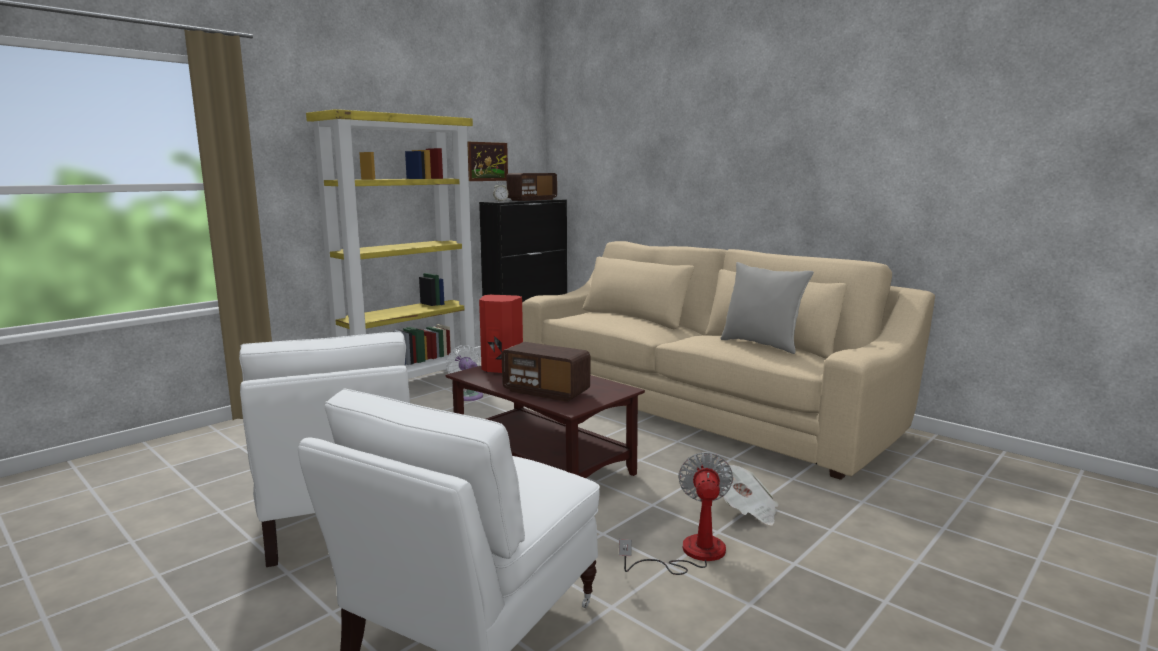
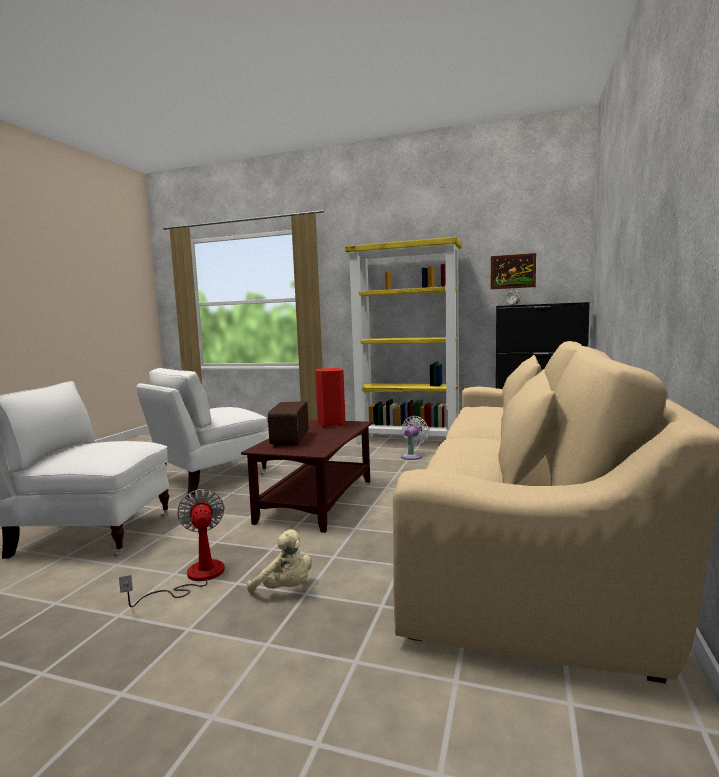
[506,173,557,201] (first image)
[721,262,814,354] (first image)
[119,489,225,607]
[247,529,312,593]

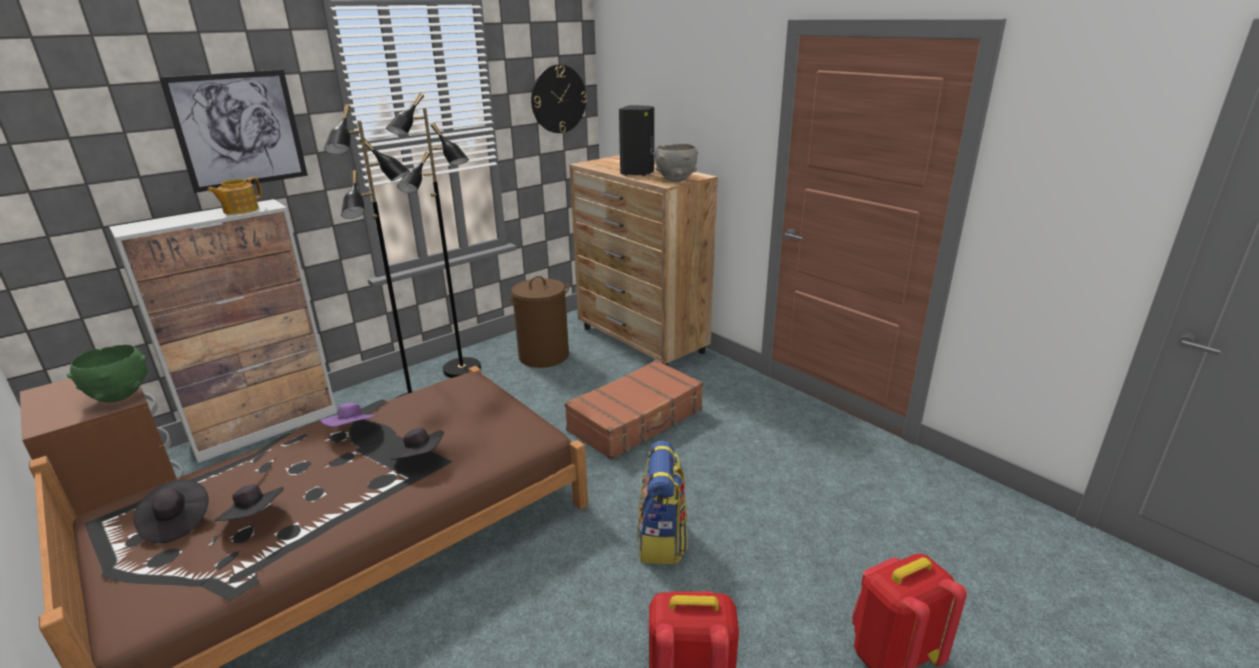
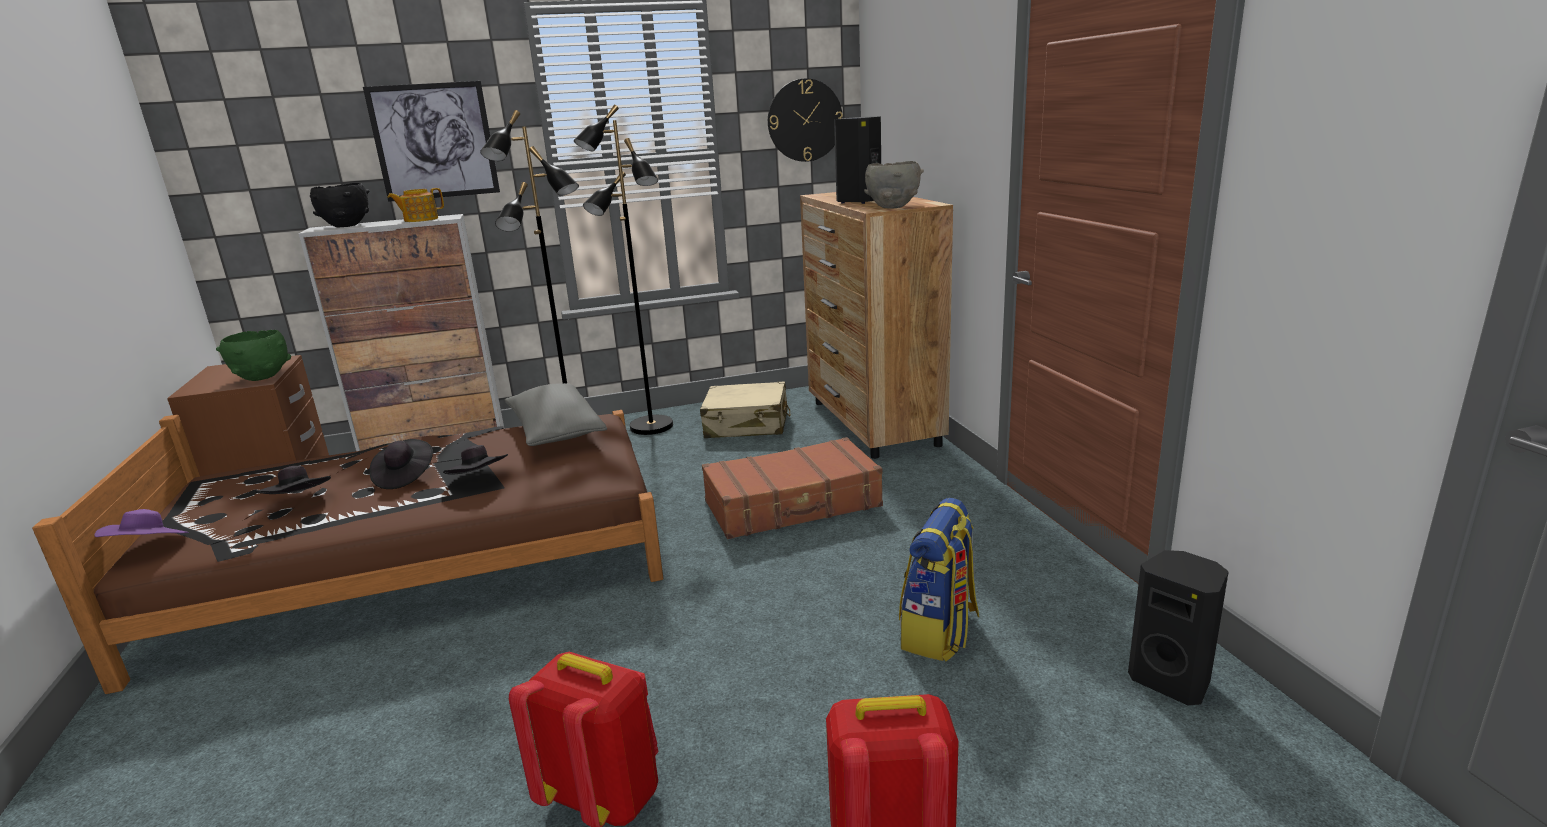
[700,382,791,438]
[94,509,189,537]
[899,498,979,661]
[369,439,433,489]
[310,183,370,227]
[505,383,607,446]
[1128,550,1229,705]

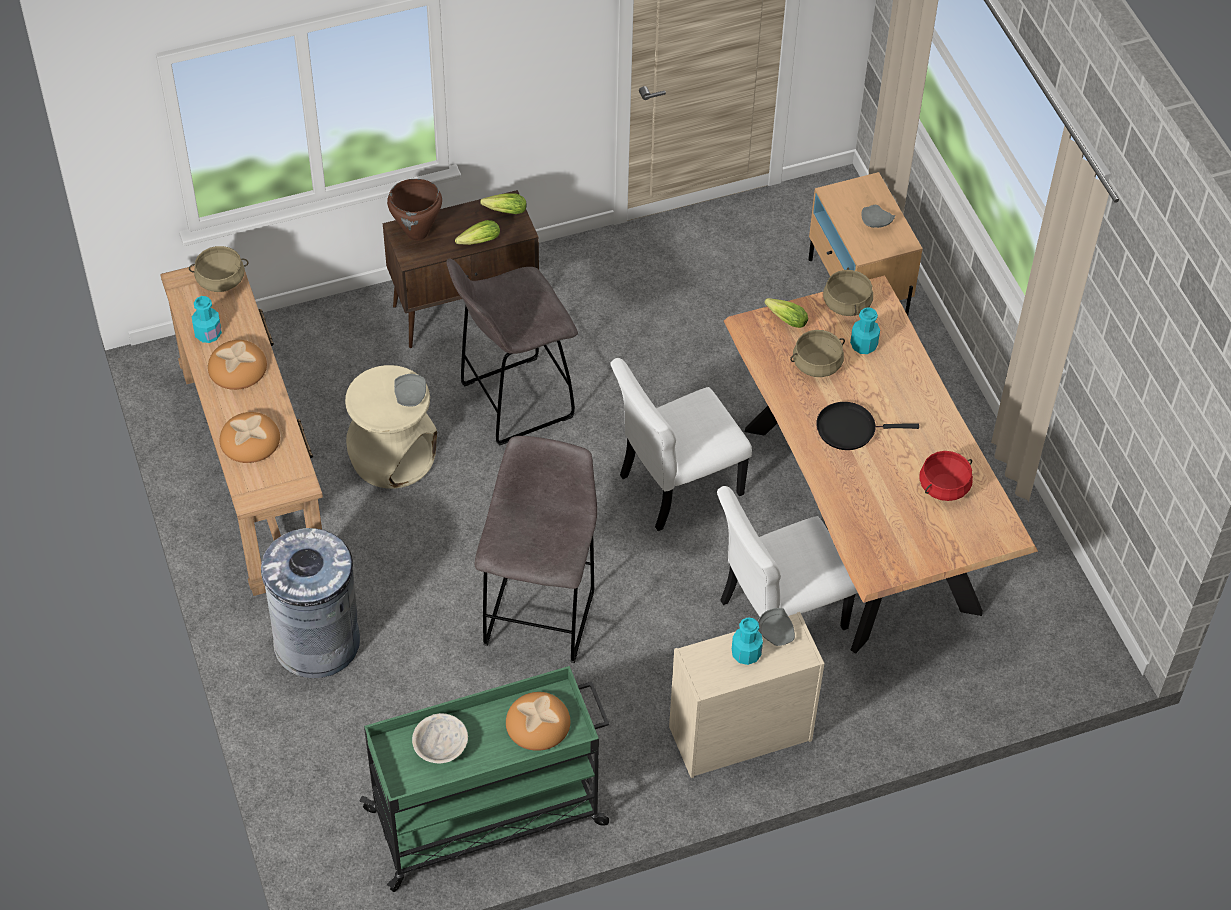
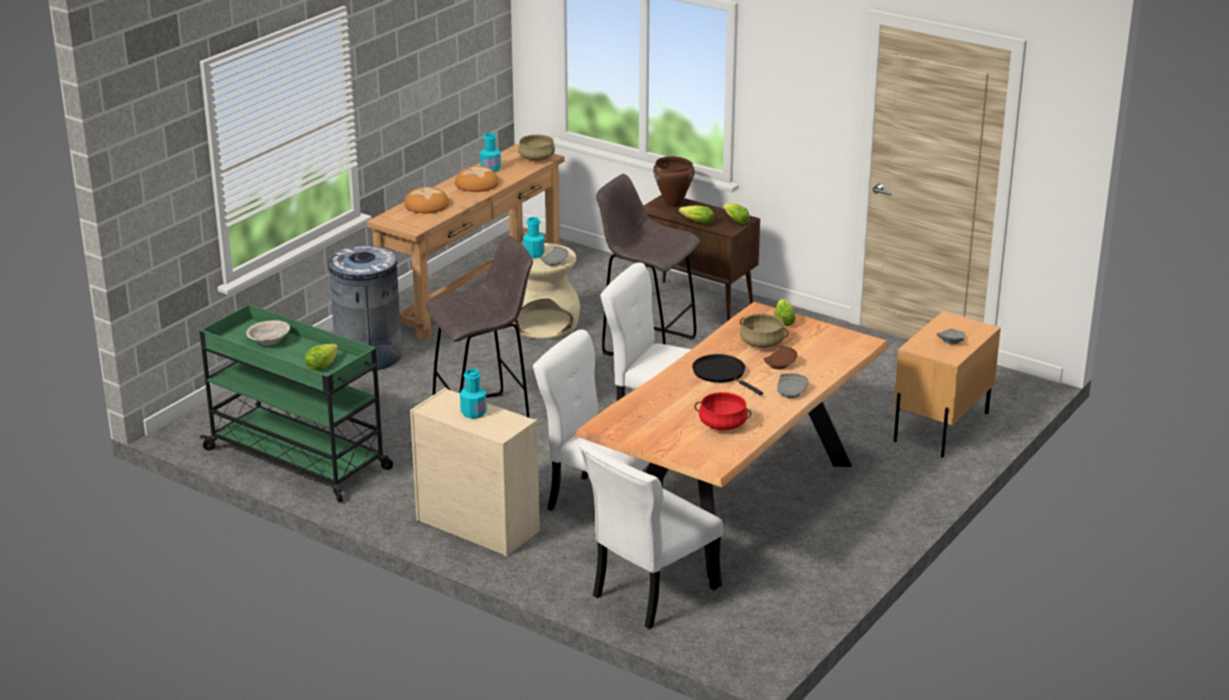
[823,268,873,316] (first image)
[523,217,544,258]
[777,373,808,398]
[305,344,338,371]
[763,346,798,369]
[579,441,723,629]

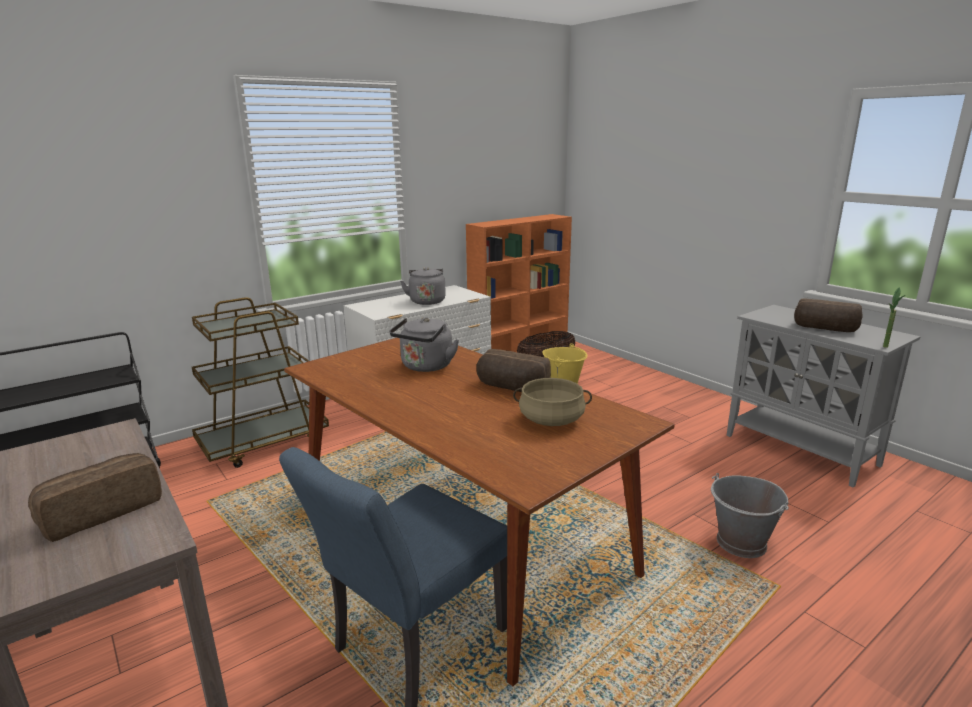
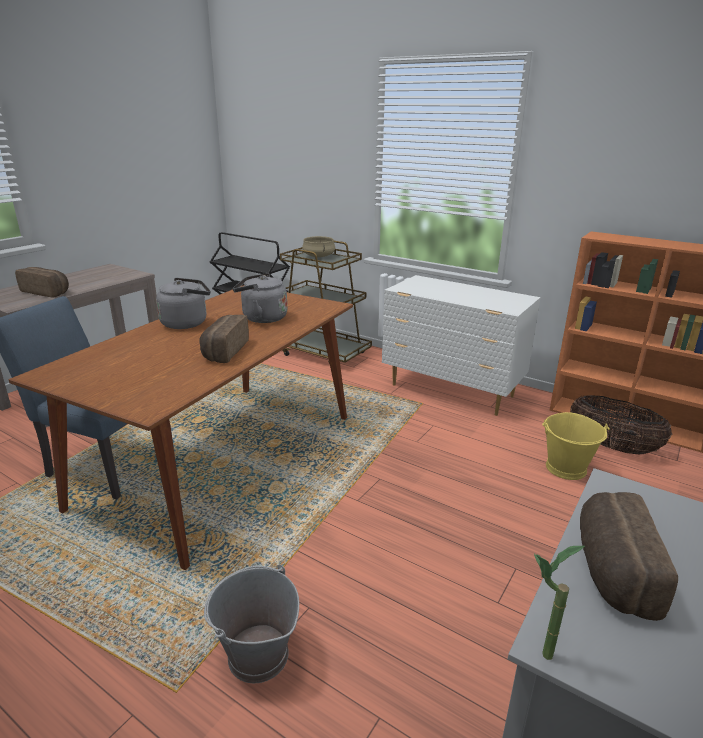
[156,278,211,329]
[302,236,335,257]

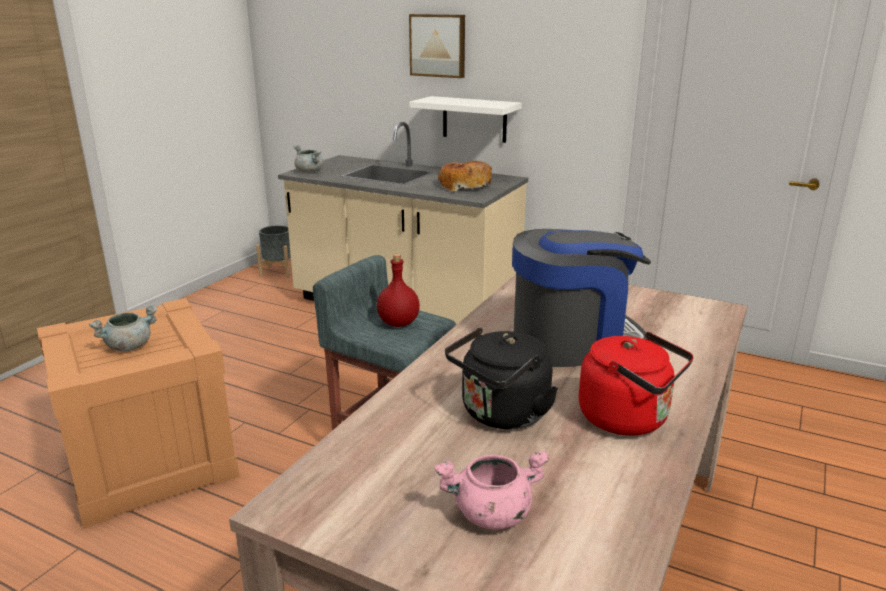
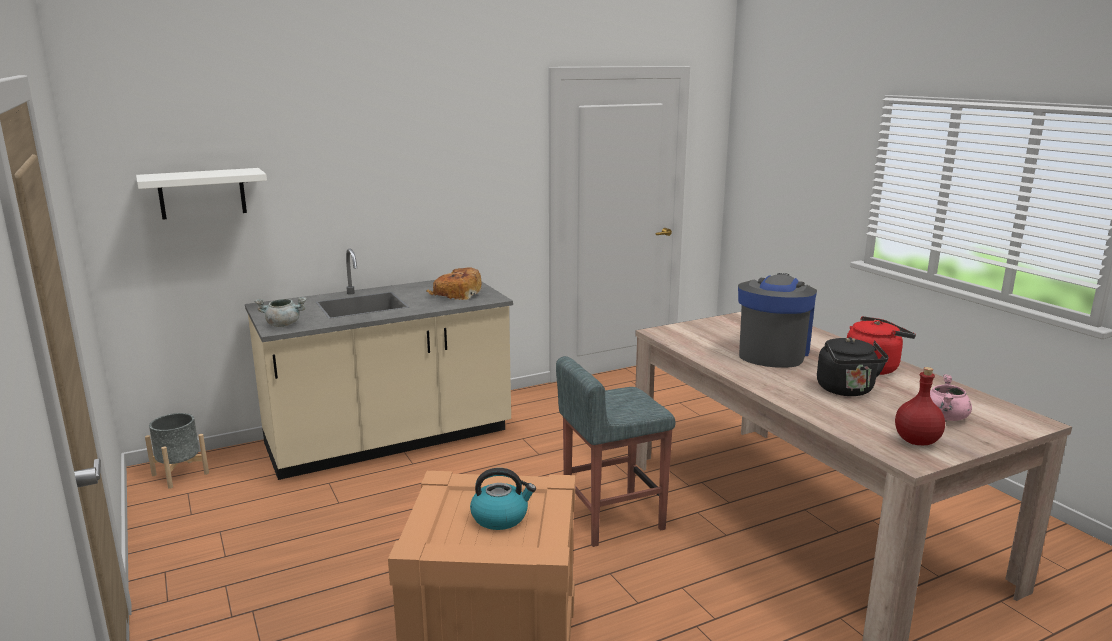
[409,14,465,78] (first image)
[136,168,267,220]
[895,367,945,445]
[470,468,536,530]

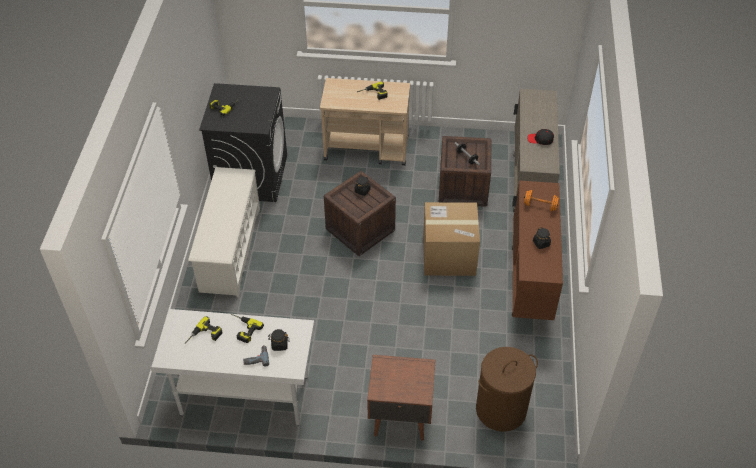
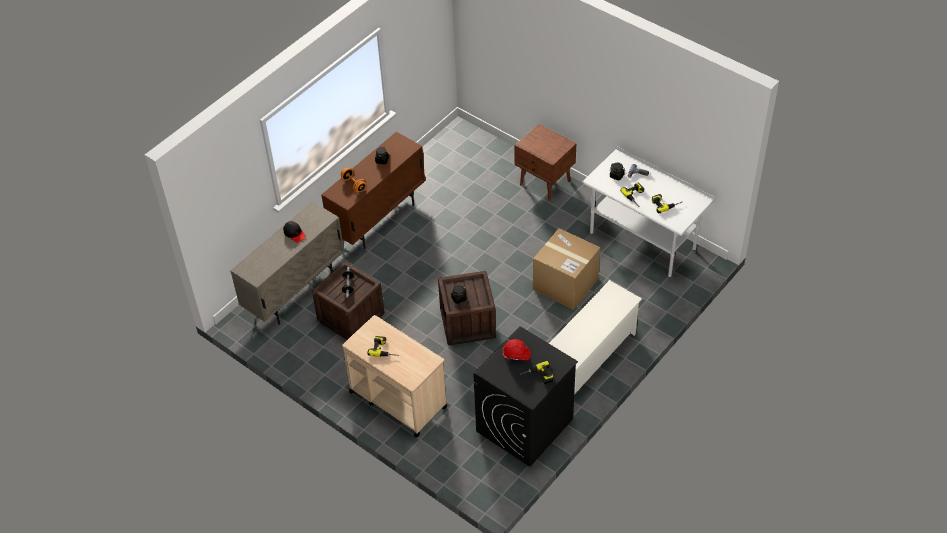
[533,228,600,310]
[476,347,538,432] (first image)
[502,339,531,360]

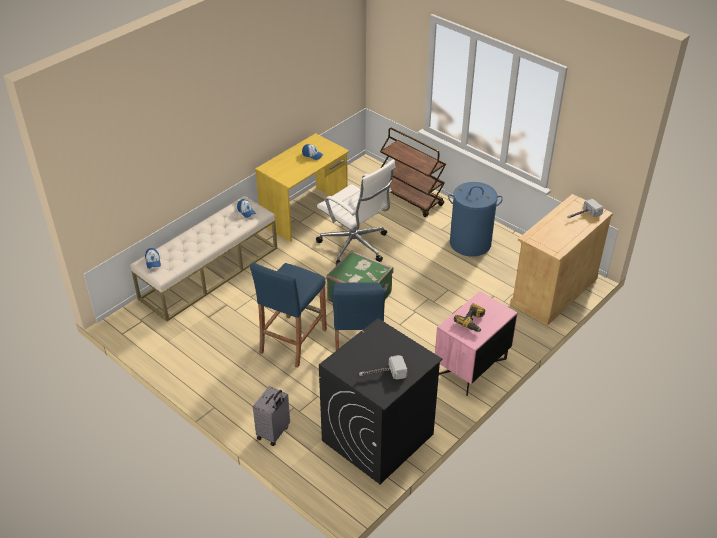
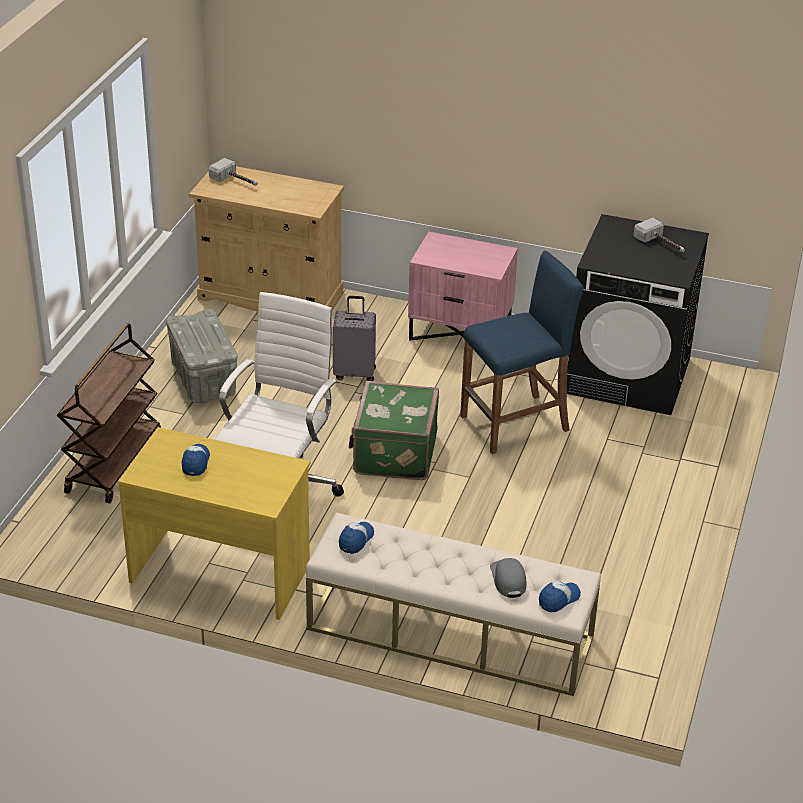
[166,309,238,403]
[250,263,327,368] (first image)
[454,303,485,332] (first image)
[333,296,376,381]
[490,558,526,598]

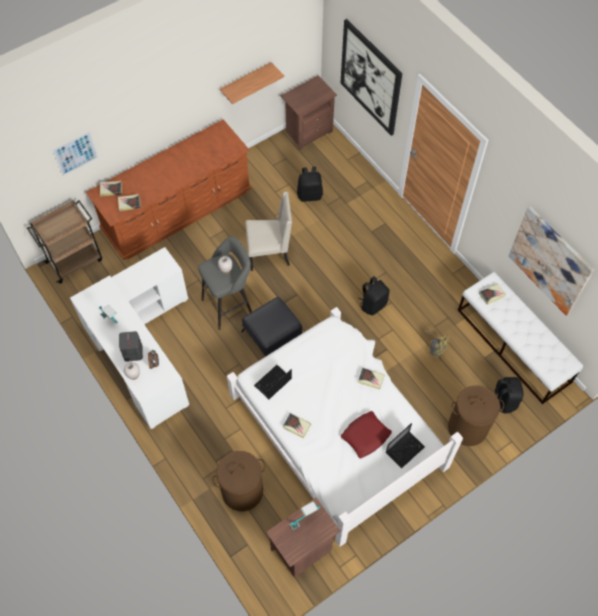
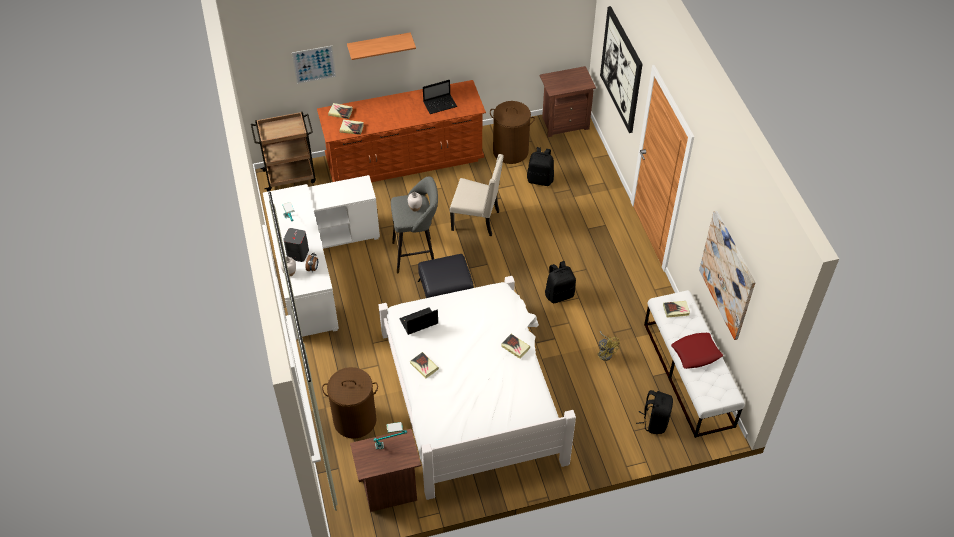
[347,32,416,60]
[490,101,535,164]
[671,333,723,369]
[423,80,457,114]

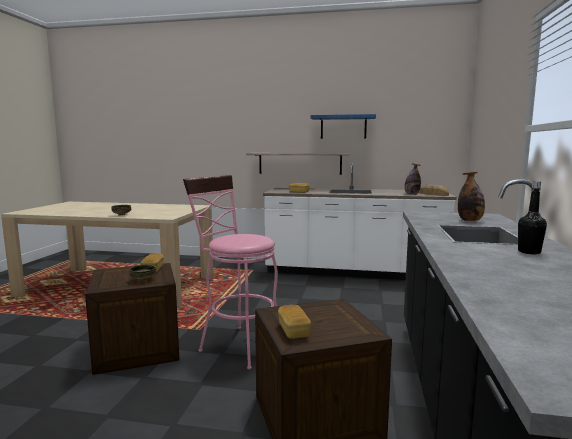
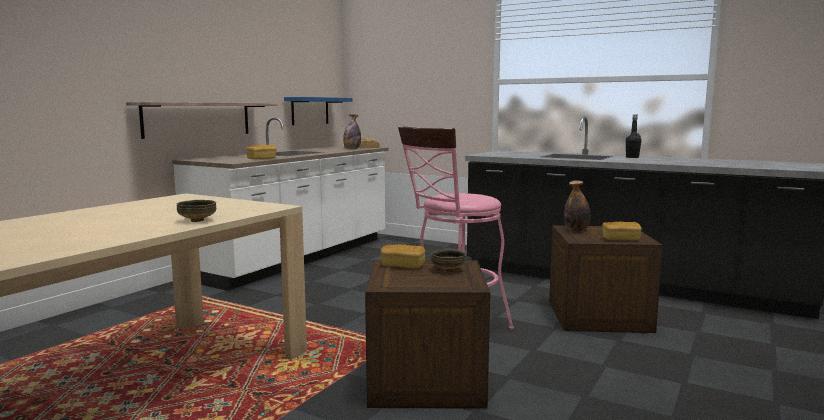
[284,97,353,125]
[564,180,590,232]

